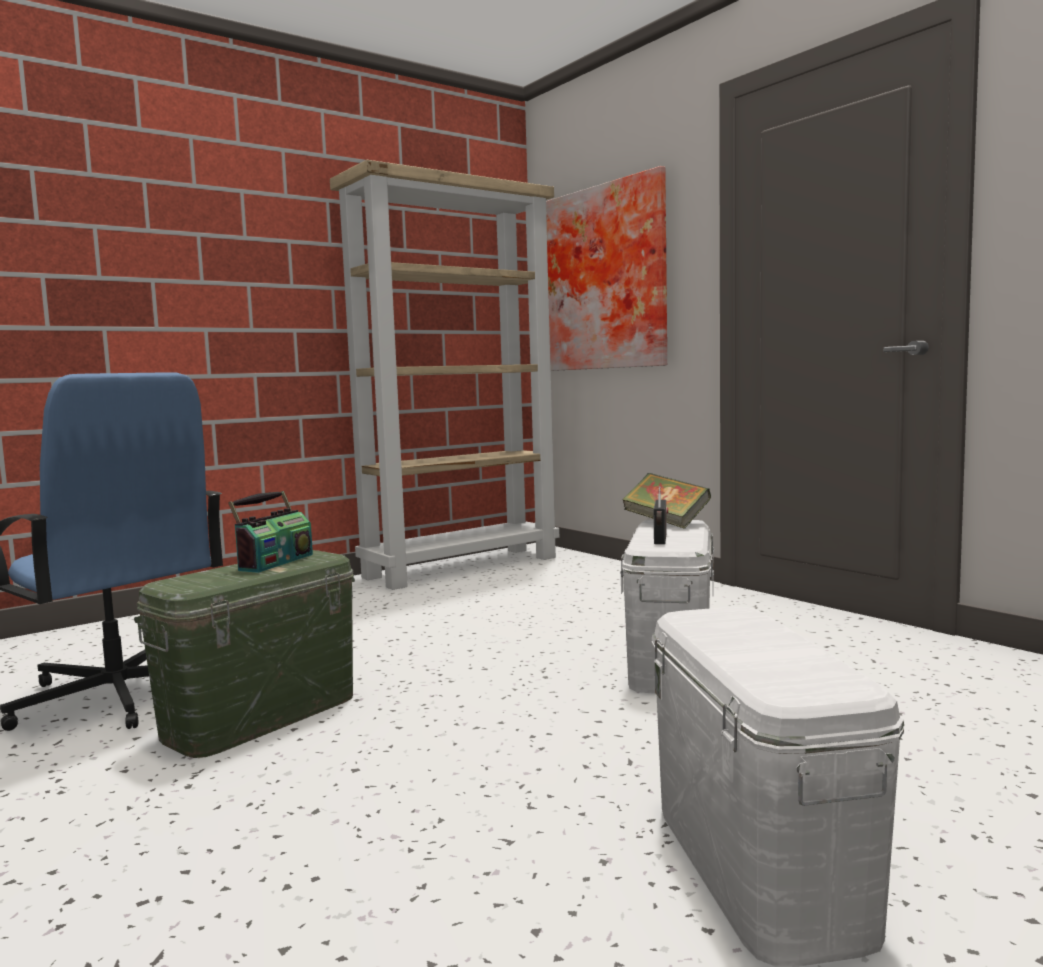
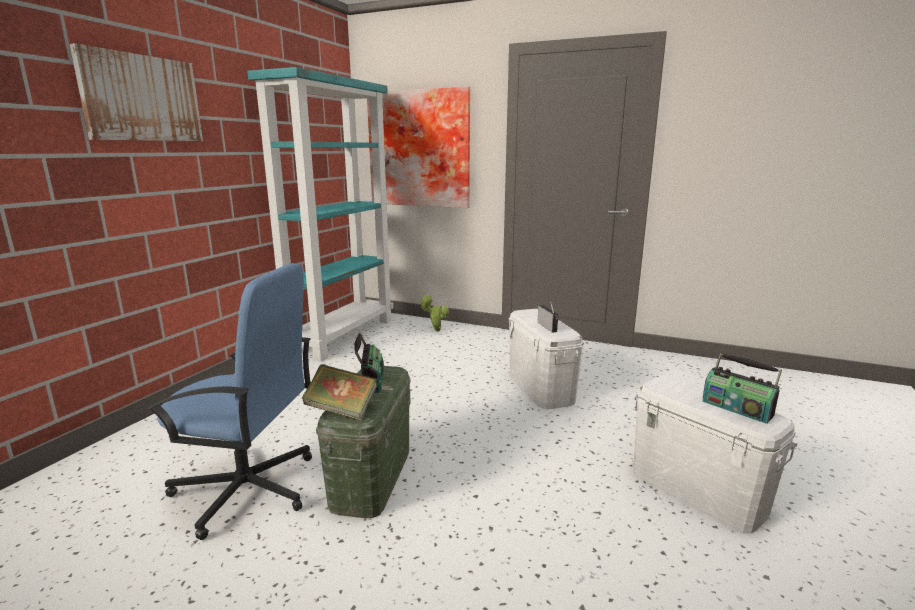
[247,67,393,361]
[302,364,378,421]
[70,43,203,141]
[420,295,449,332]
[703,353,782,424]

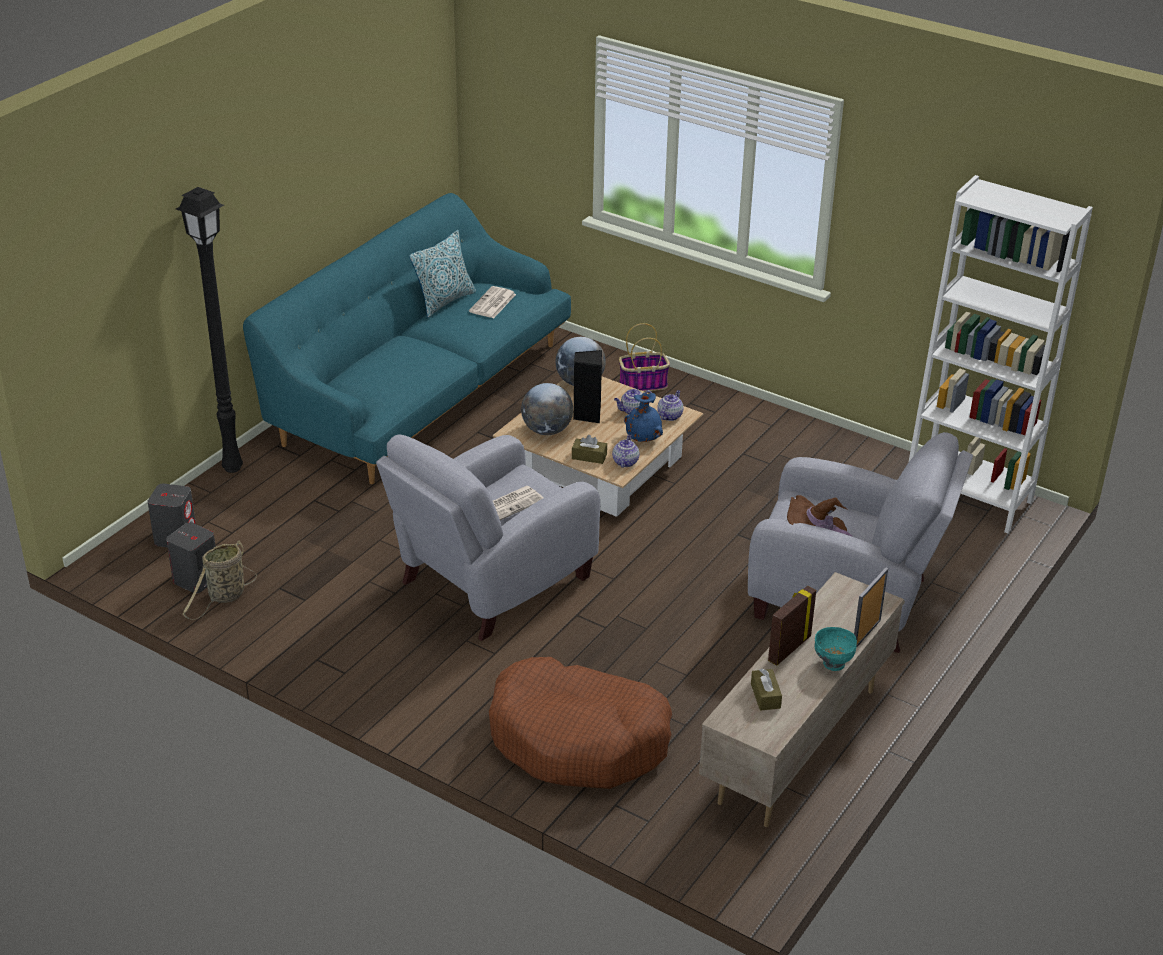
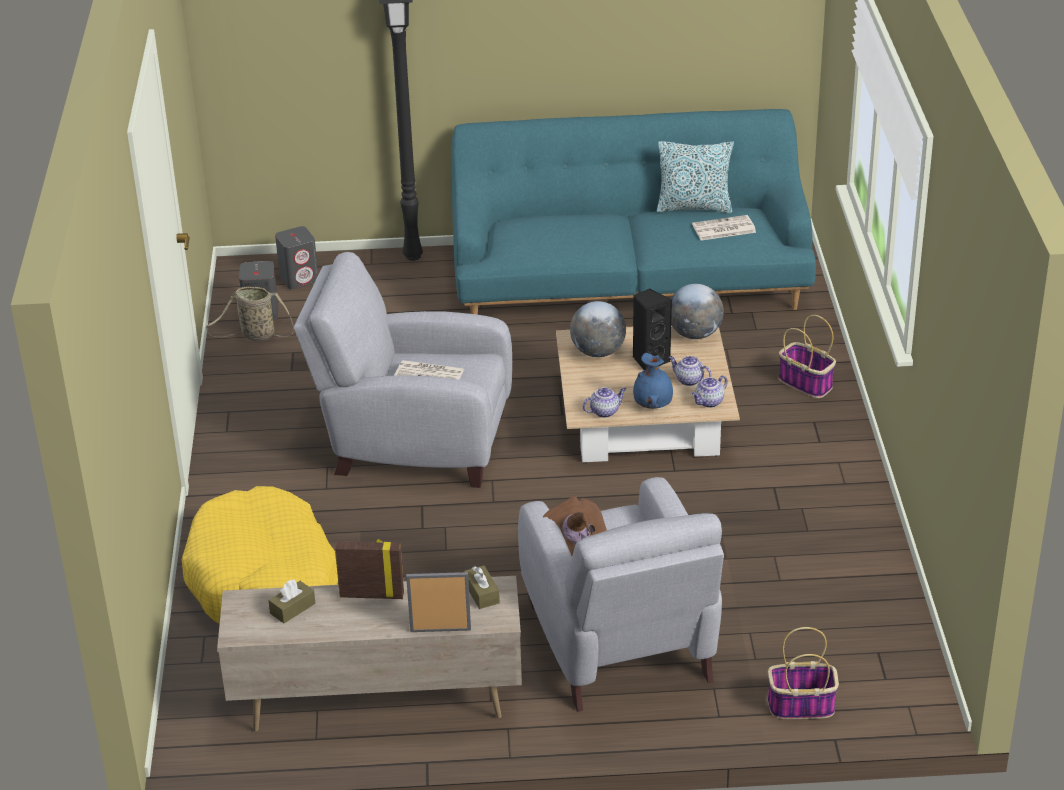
[908,175,1093,533] (first image)
[692,375,728,408]
[464,566,500,609]
[814,627,857,671] (first image)
[182,486,338,624]
[768,627,839,719]

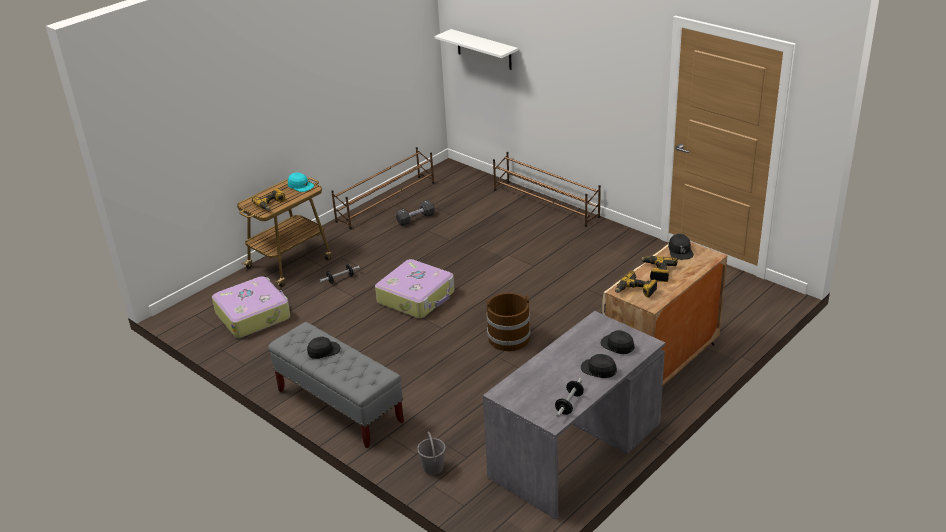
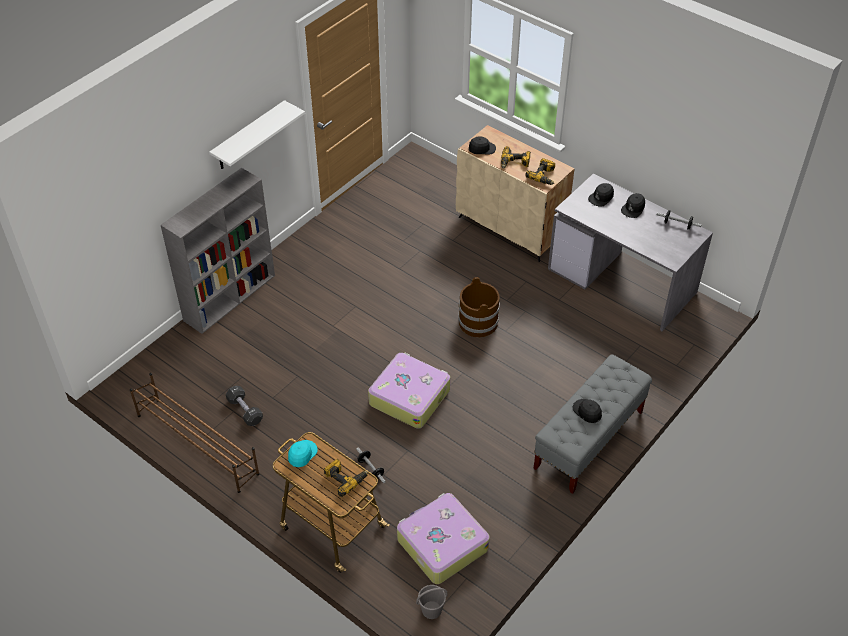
[209,100,305,169]
[161,168,275,334]
[416,585,447,619]

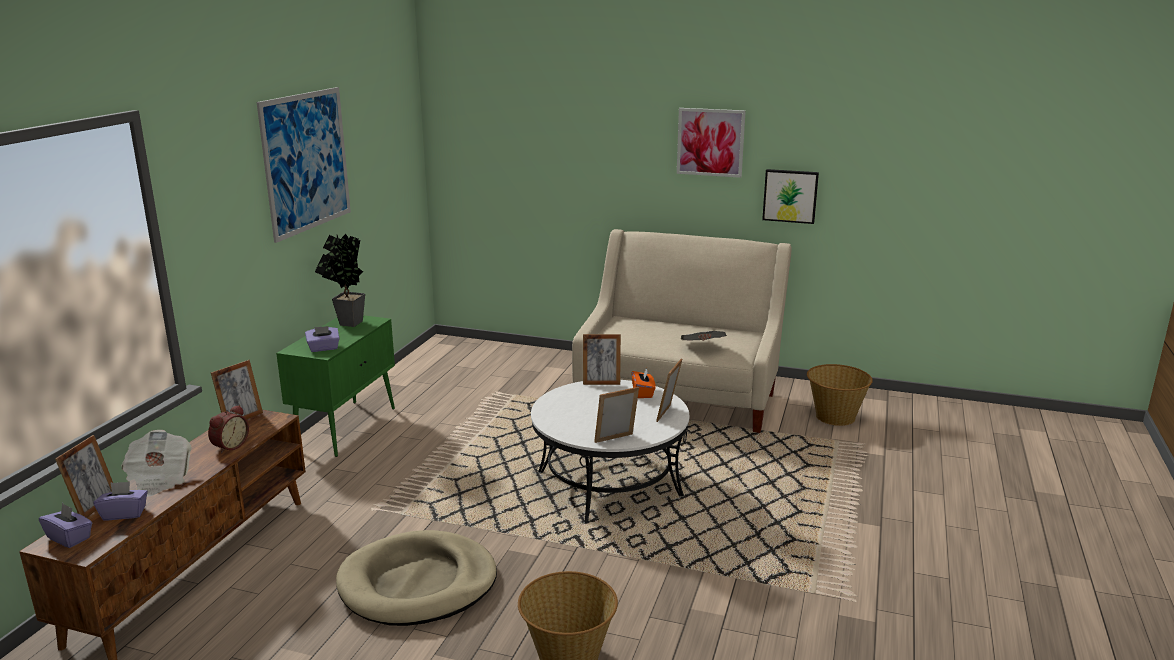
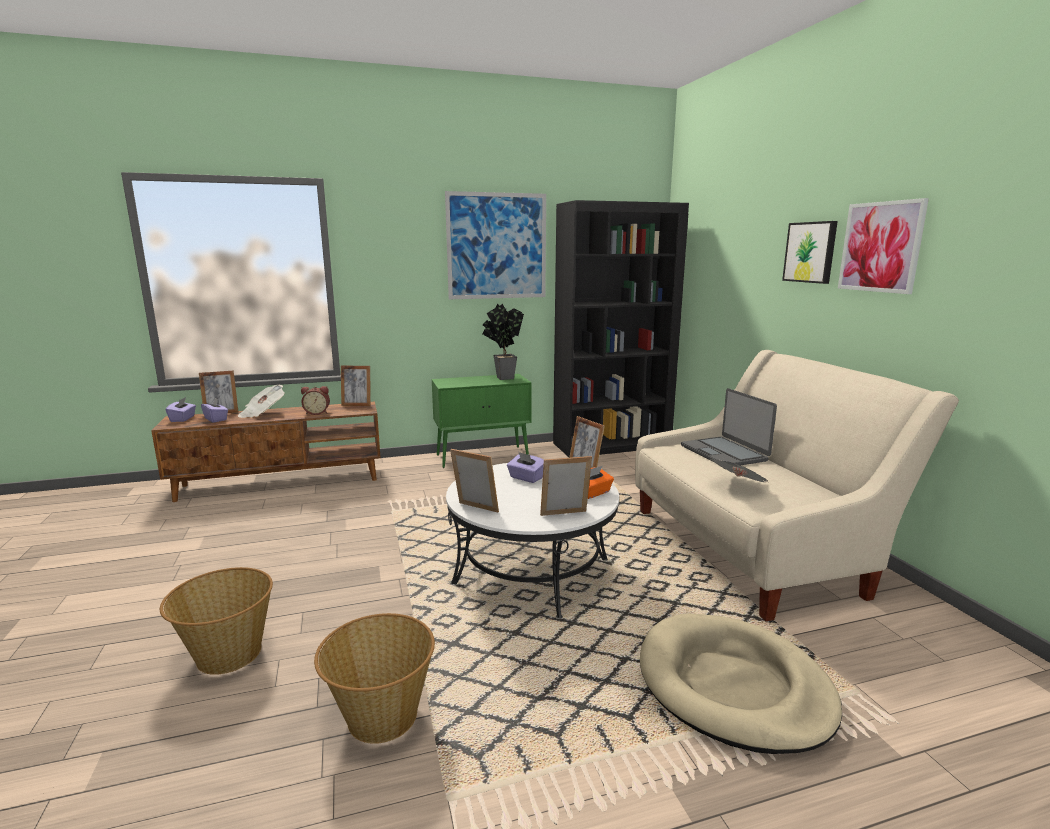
[782,221,838,284]
[507,452,544,483]
[314,613,435,744]
[640,614,842,754]
[553,200,689,457]
[681,388,777,465]

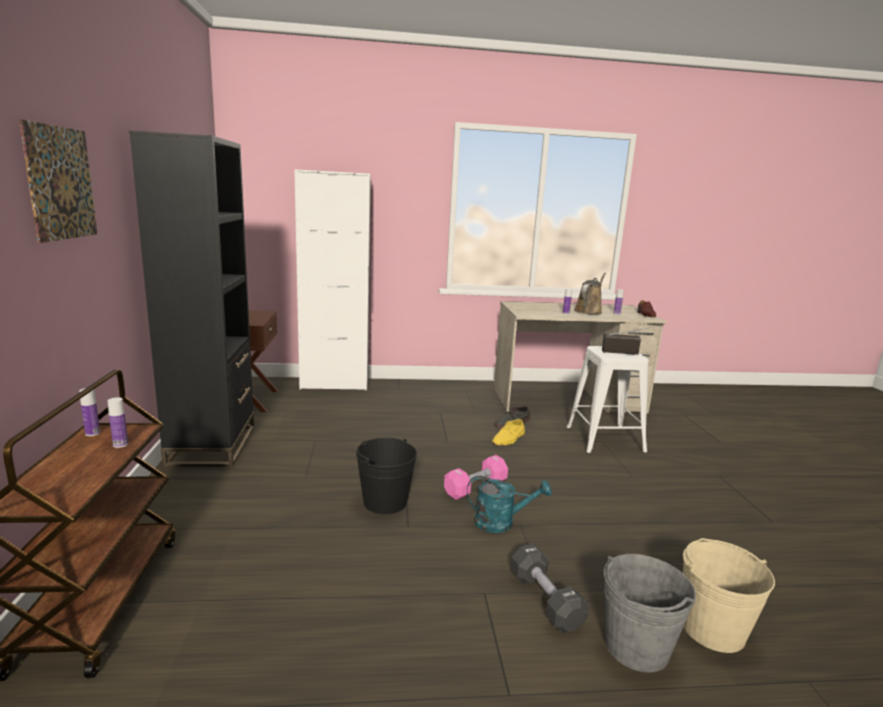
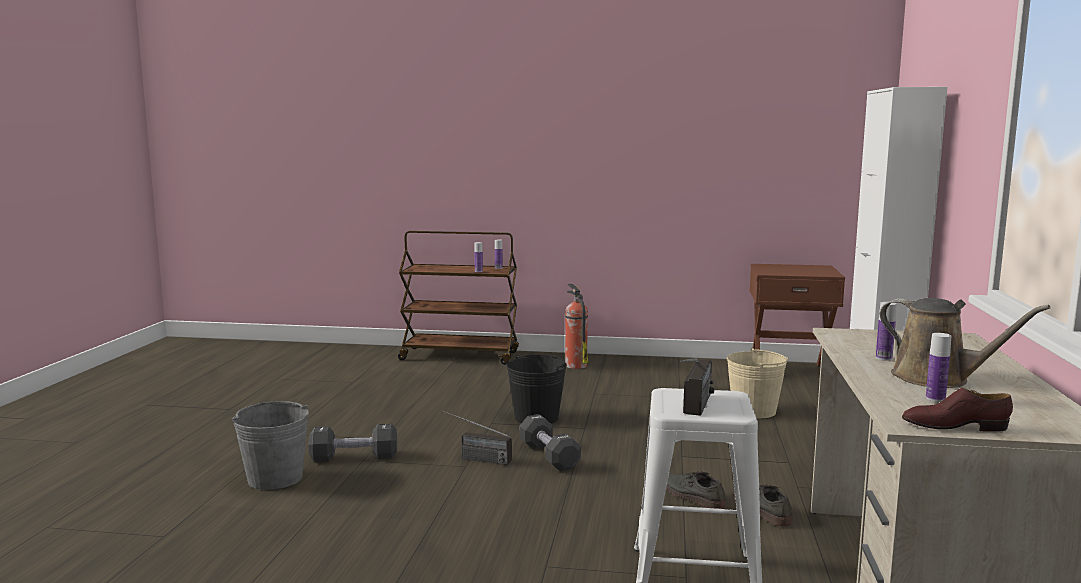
[19,119,97,243] (first image)
[129,130,255,467] (first image)
[666,471,726,509]
[520,414,581,471]
[441,410,512,465]
[727,348,788,418]
[565,283,588,369]

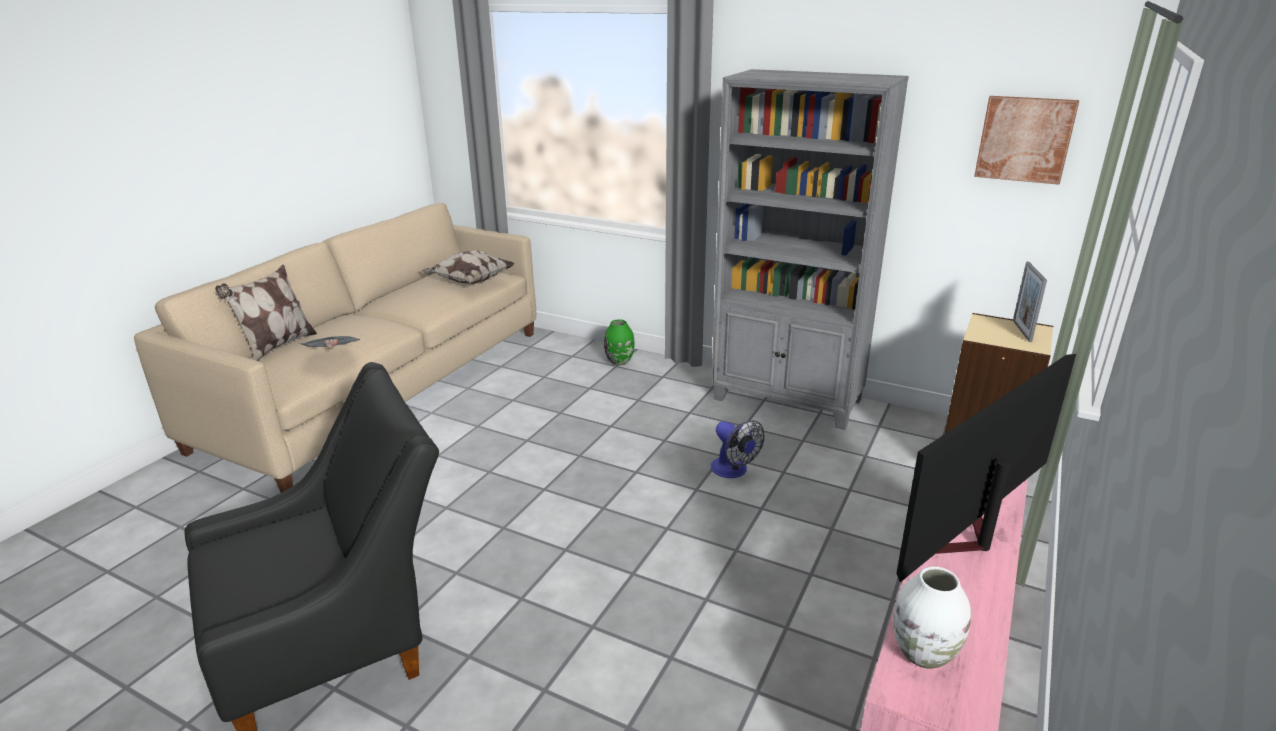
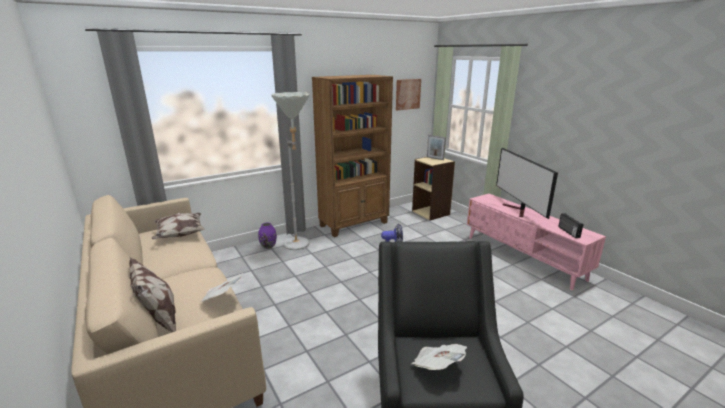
[312,75,393,237]
[258,222,277,249]
[558,213,583,238]
[272,92,309,250]
[412,344,467,370]

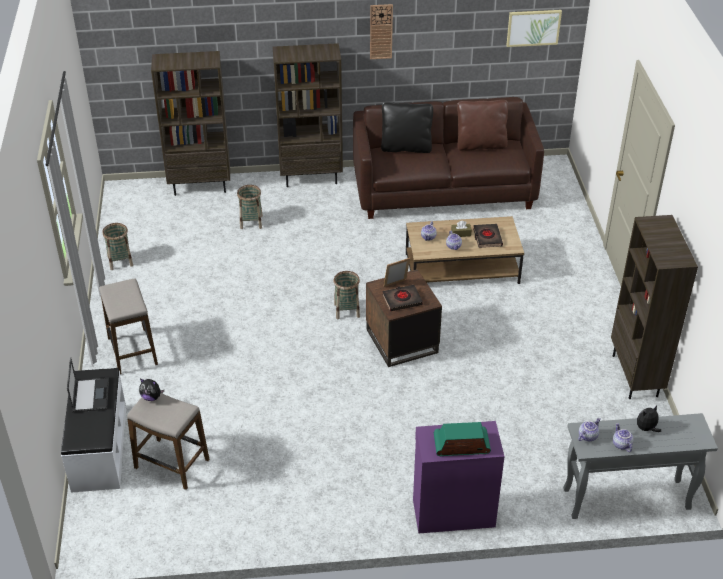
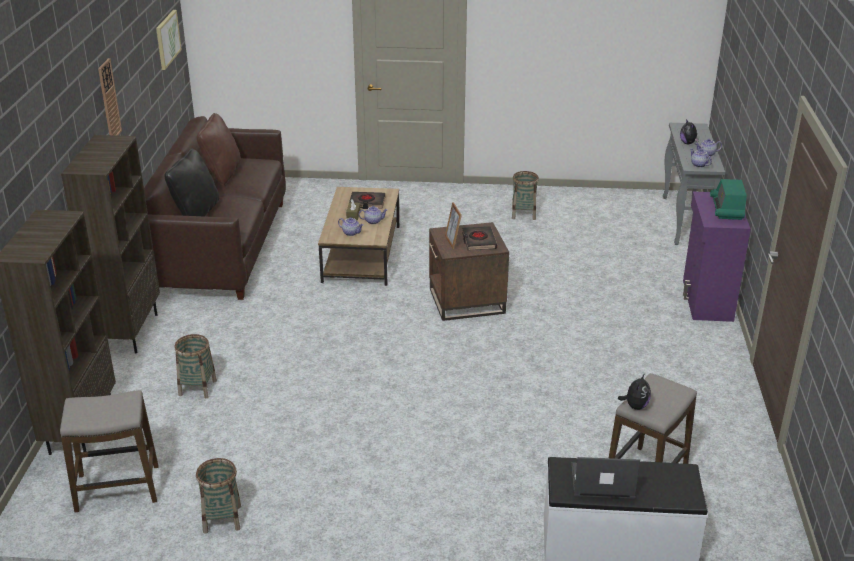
[611,215,698,399] (first image)
[512,171,539,220]
[60,390,158,512]

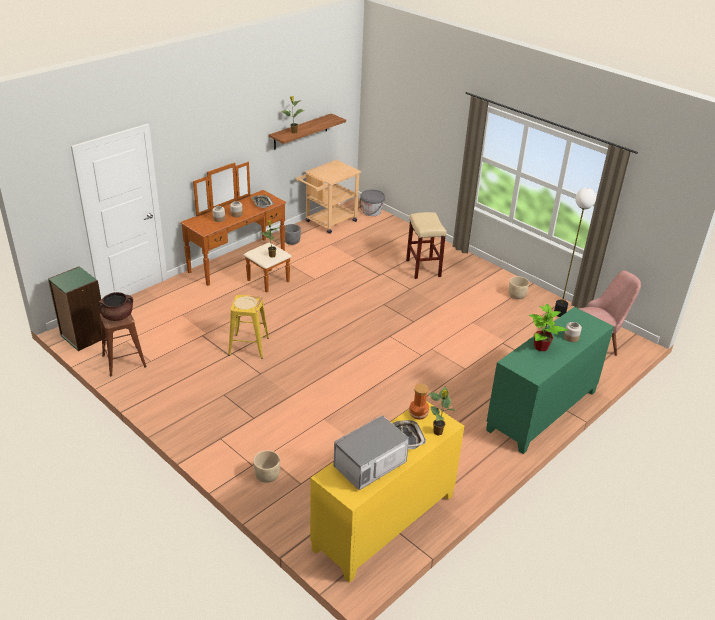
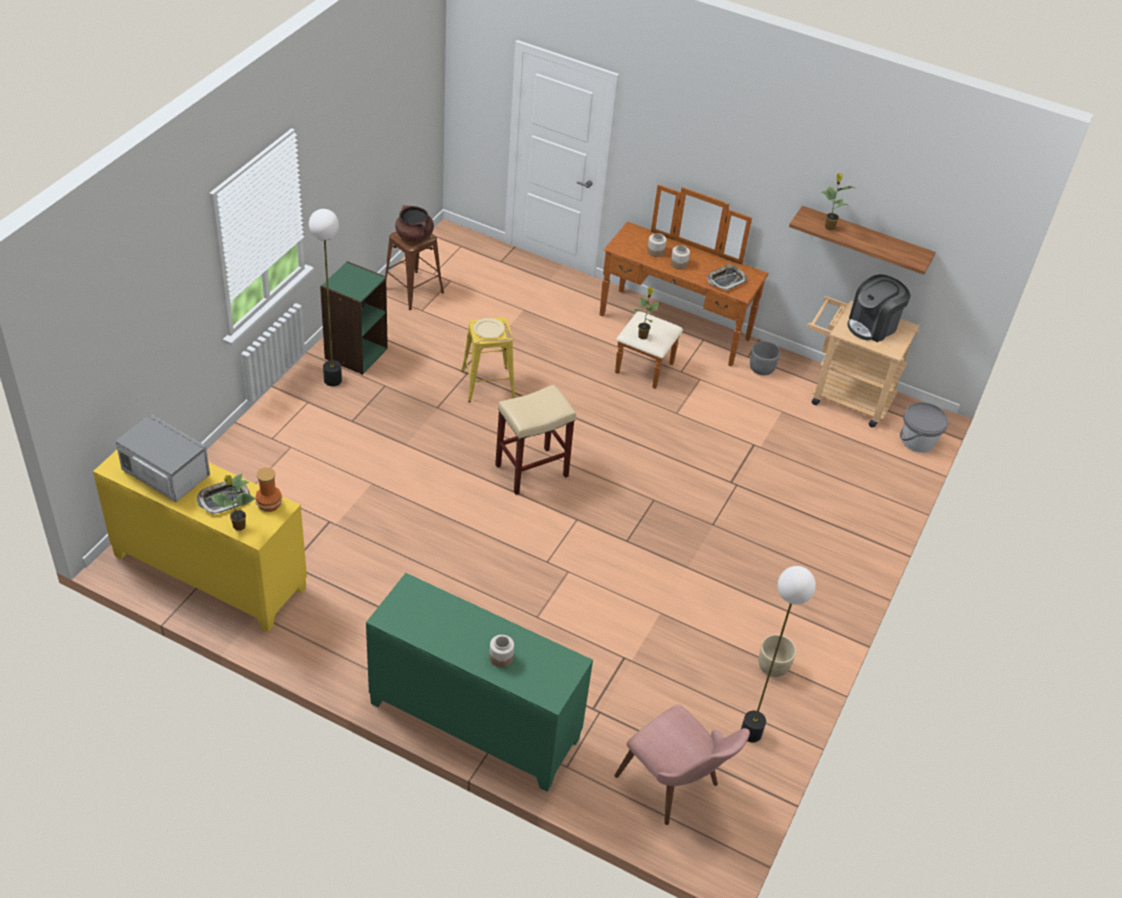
[495,384,576,495]
[320,261,388,375]
[529,304,569,351] (first image)
[253,450,280,483] (first image)
[309,209,342,386]
[847,274,911,342]

